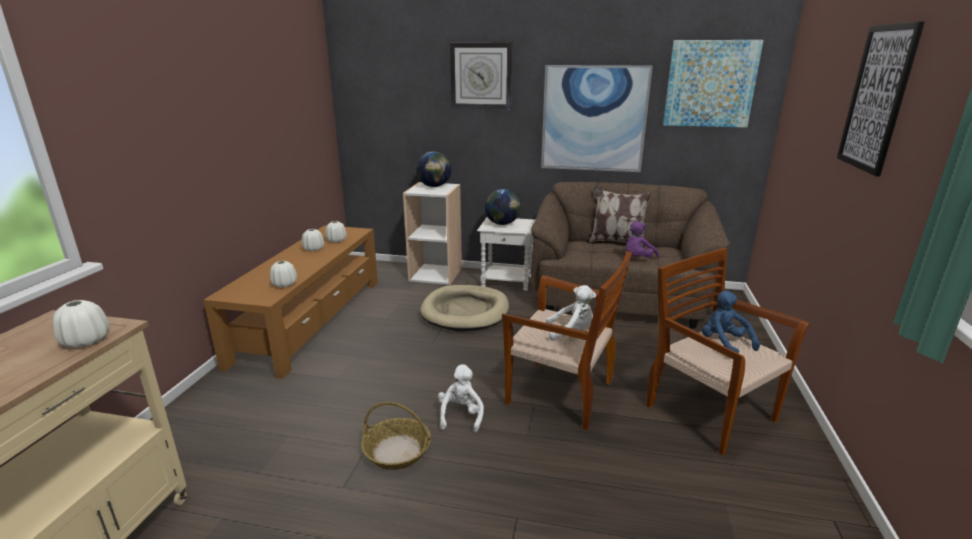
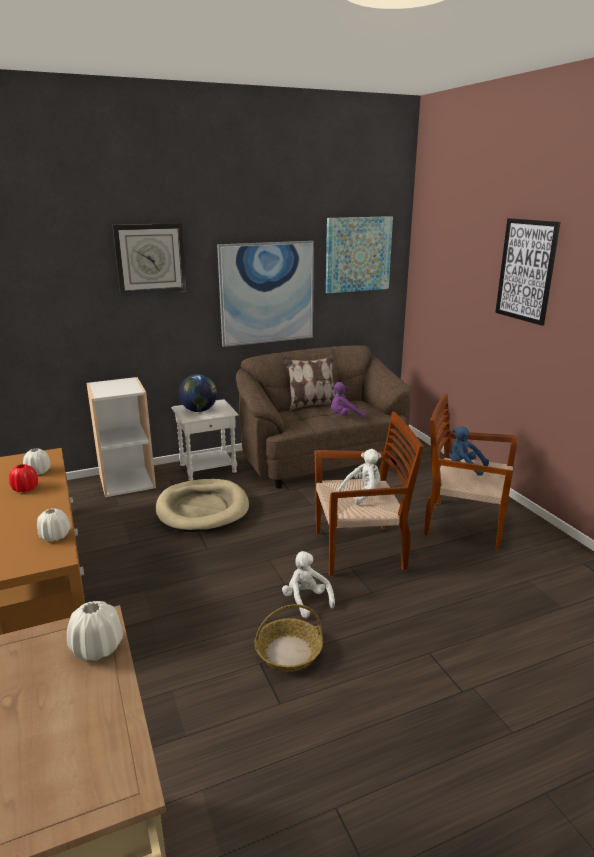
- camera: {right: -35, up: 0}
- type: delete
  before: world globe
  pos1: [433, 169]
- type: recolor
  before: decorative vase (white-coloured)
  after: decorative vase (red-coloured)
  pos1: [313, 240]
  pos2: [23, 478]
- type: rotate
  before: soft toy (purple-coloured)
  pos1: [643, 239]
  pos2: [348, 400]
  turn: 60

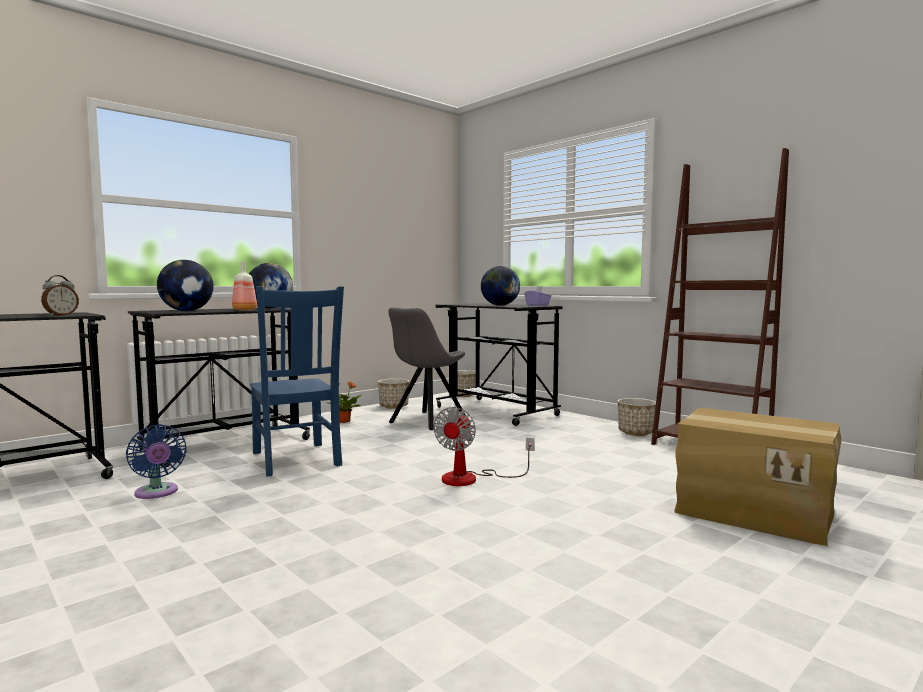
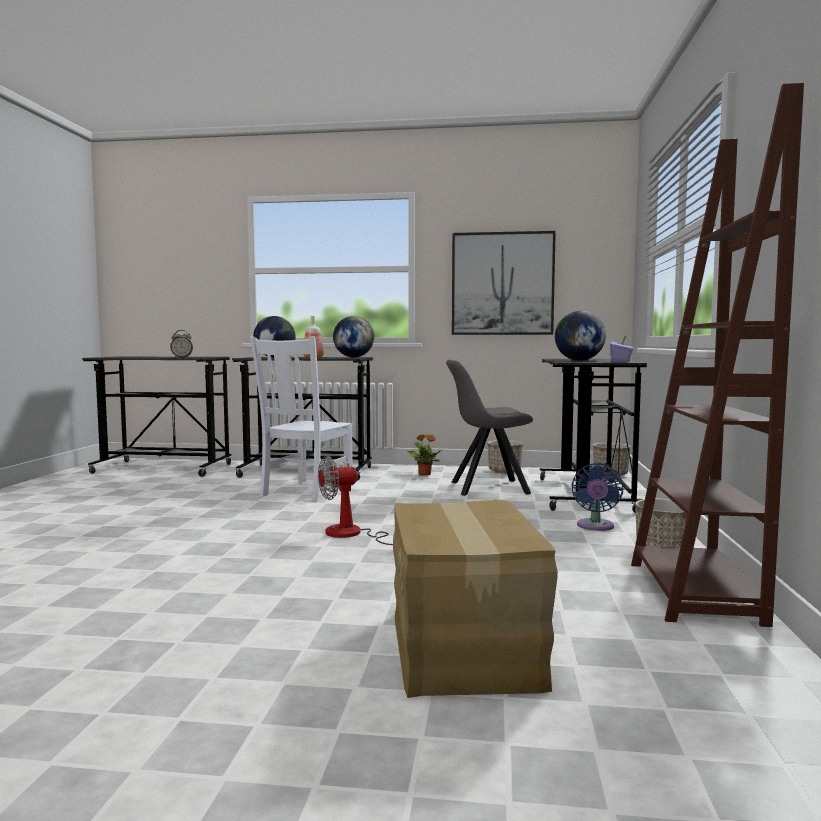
- camera: {right: 50, up: 0}
- type: insert
  after: wall art
  pos2: [504, 283]
- type: move
  before: cooling fan (blue)
  pos1: [156, 461]
  pos2: [597, 497]
- type: recolor
  before: upright chair (blue)
  after: upright chair (white-coloured)
  pos1: [297, 381]
  pos2: [301, 419]

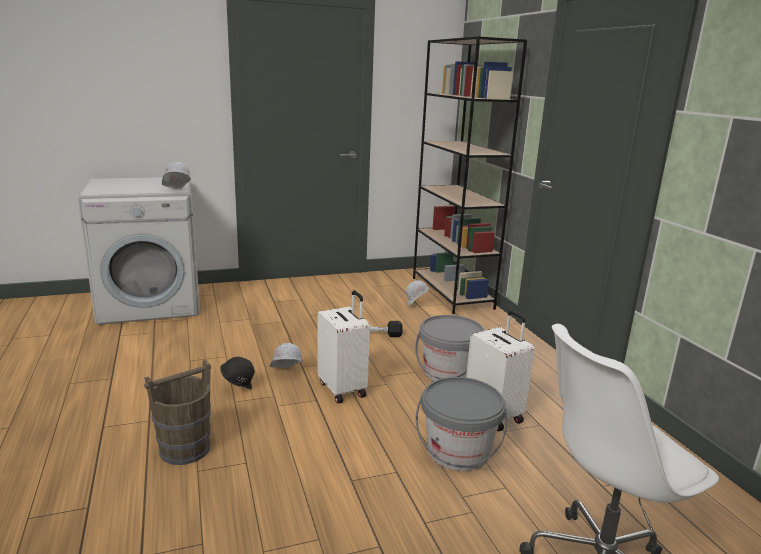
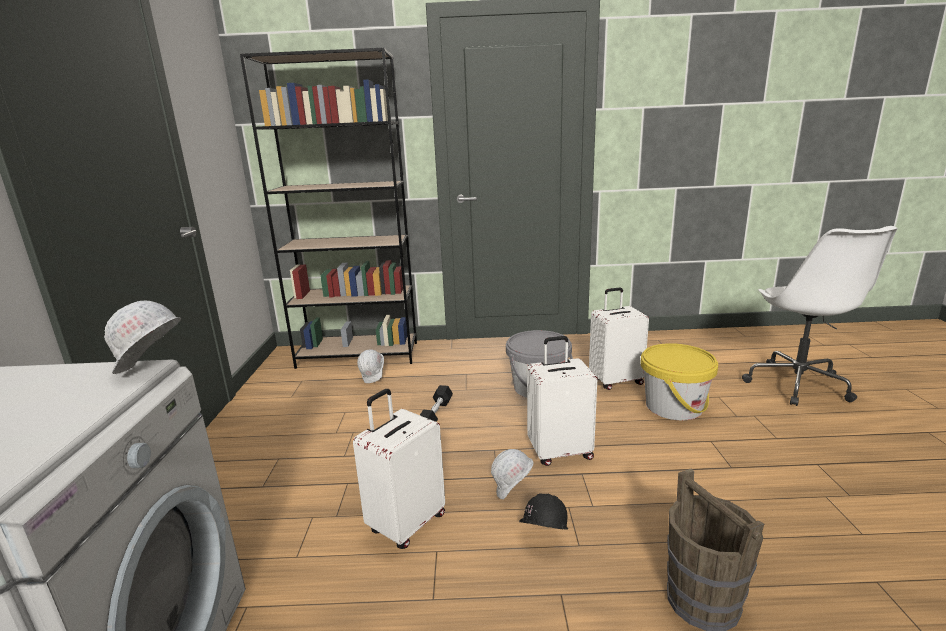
- camera: {right: -70, up: 0}
- type: insert
  after: suitcase (white-coloured)
  pos2: [399, 469]
- type: recolor
  before: pail (grey)
  after: pail (yellow-coloured)
  pos1: [461, 424]
  pos2: [679, 381]

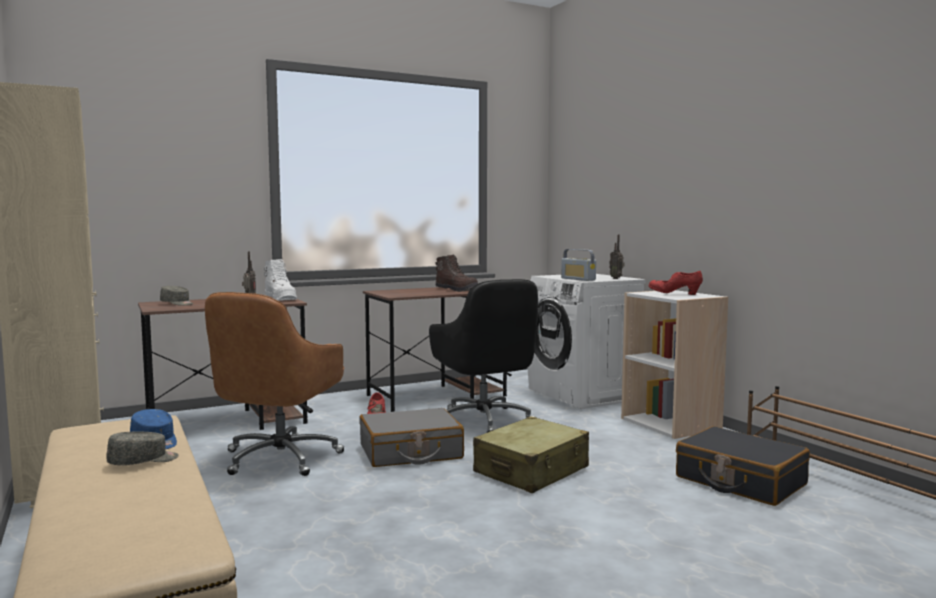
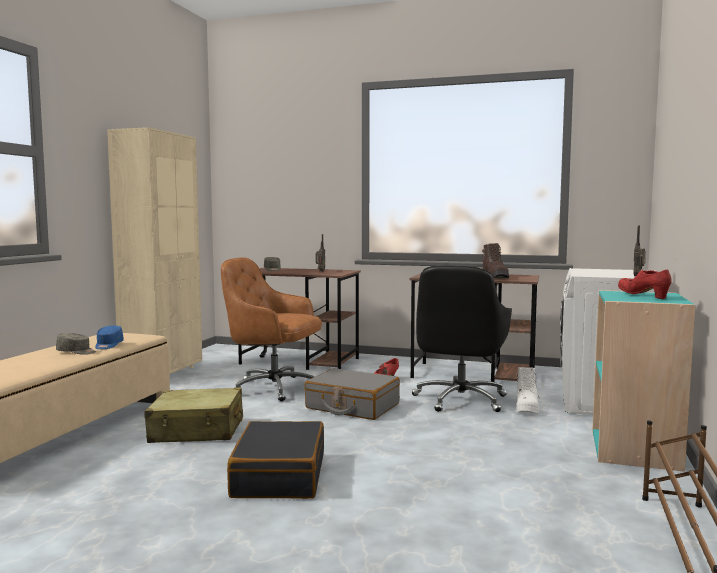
- camera: {right: 45, up: 0}
- type: delete
  before: radio receiver
  pos1: [578, 265]
- type: move
  before: tall boot (white-coloured)
  pos1: [280, 280]
  pos2: [527, 390]
- type: move
  before: suitcase (sand-coloured)
  pos1: [531, 454]
  pos2: [193, 415]
- type: move
  before: suitcase (black-coloured)
  pos1: [743, 466]
  pos2: [275, 460]
- type: recolor
  before: shelving unit (white-coloured)
  after: shelving unit (turquoise-coloured)
  pos1: [674, 364]
  pos2: [644, 381]
- type: rotate
  before: desk chair (brown-coloured)
  pos1: [274, 384]
  pos2: [271, 329]
  turn: 45

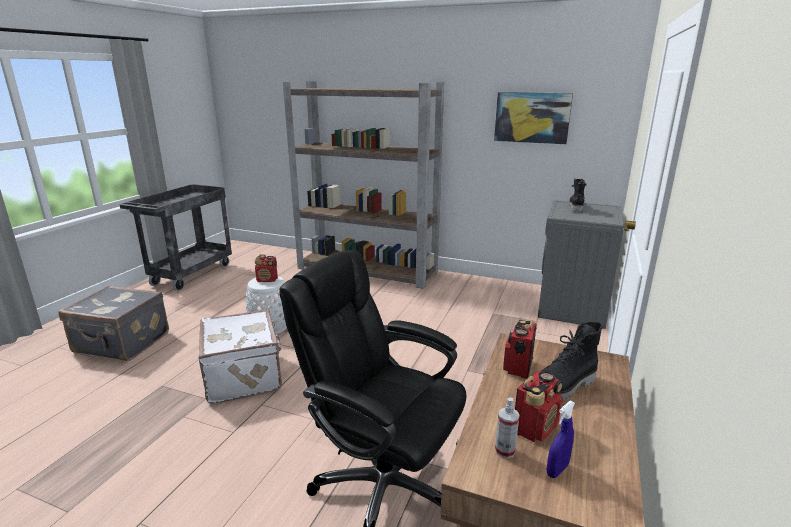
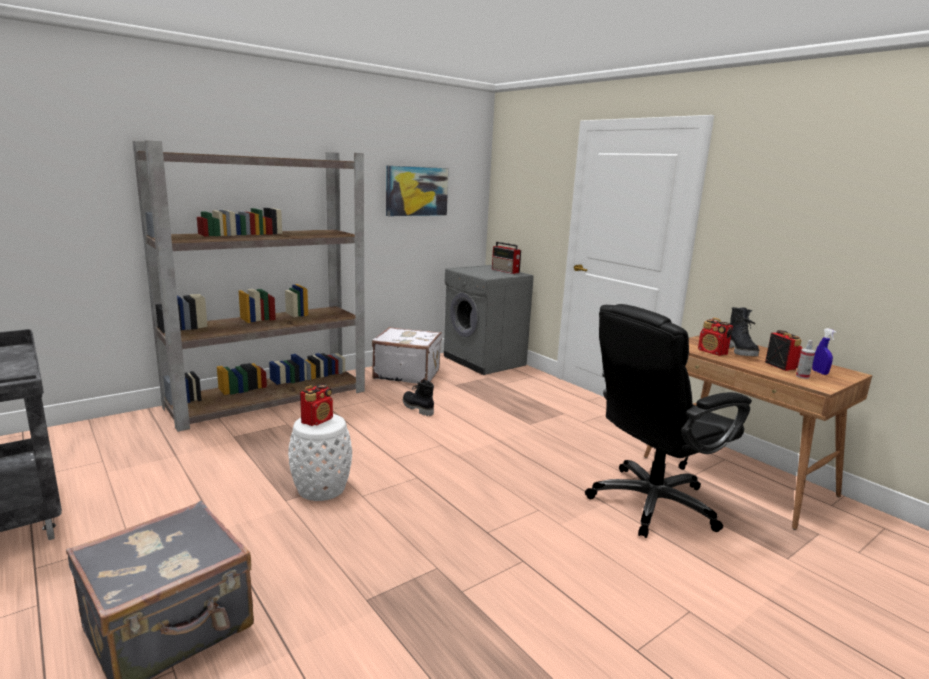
- camera: {right: -60, up: -5}
- type: insert
  after: radio receiver
  pos2: [506, 258]
- type: move
  before: suitcase (white-coloured)
  pos1: [240, 356]
  pos2: [407, 355]
- type: move
  before: tall boot (black-coloured)
  pos1: [578, 195]
  pos2: [418, 397]

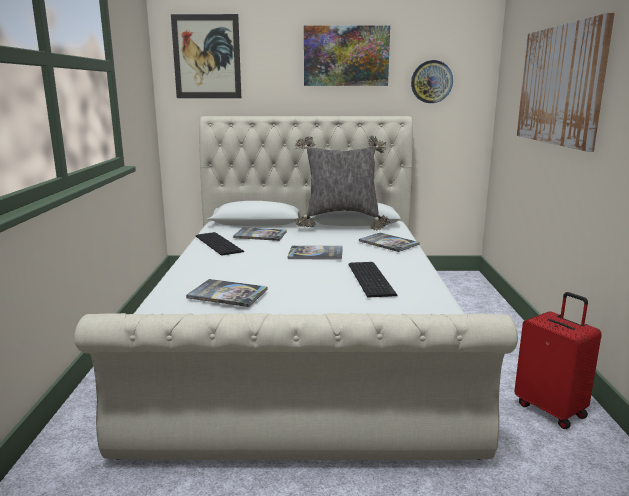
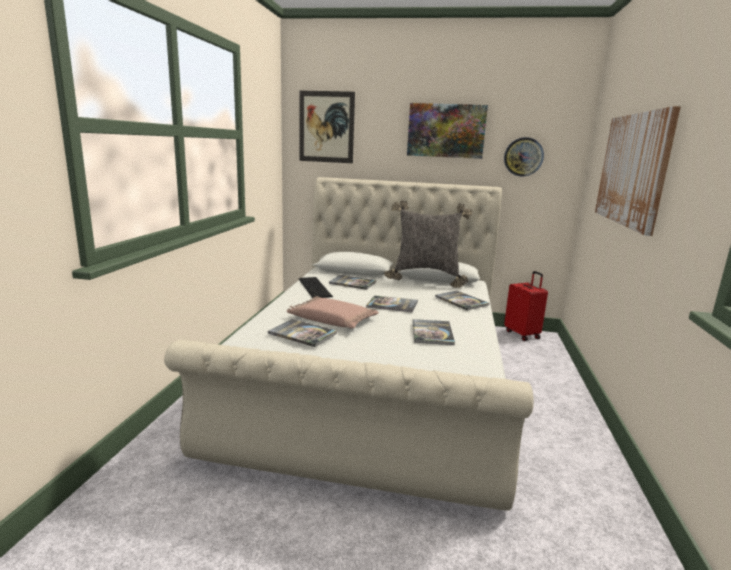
- camera: {right: 10, up: 0}
- type: insert
  after: pillow (sand-coloured)
  pos2: [333, 312]
- type: move
  before: suitcase (red-coloured)
  pos1: [558, 360]
  pos2: [526, 306]
- type: replace
  before: PC keyboard
  after: book
  pos1: [373, 280]
  pos2: [433, 332]

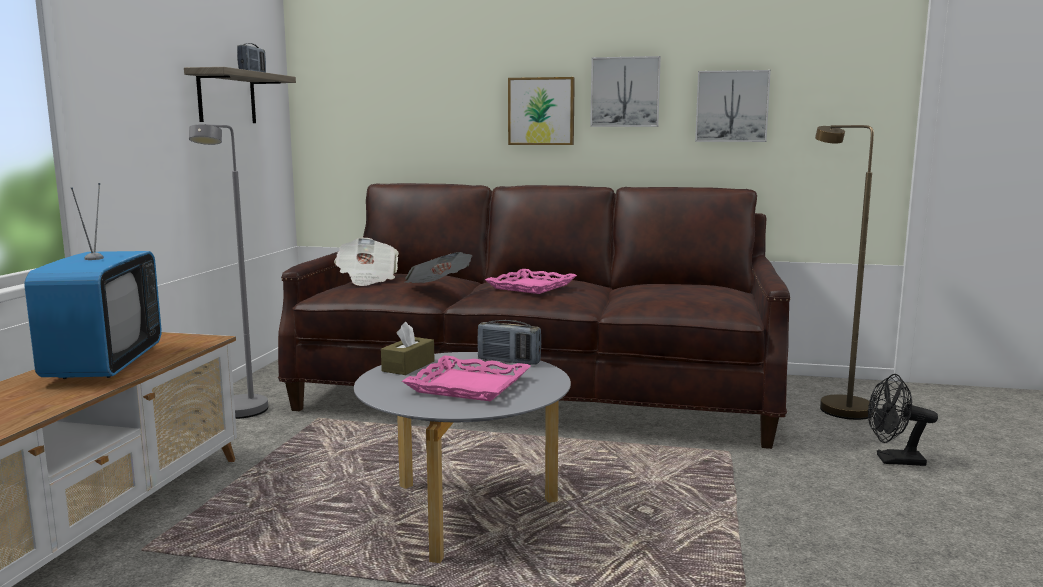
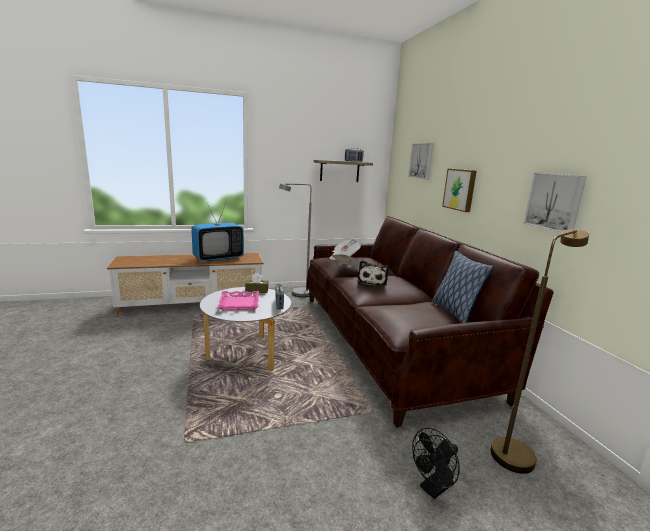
- camera: {right: 60, up: 5}
- type: insert
  after: pillow
  pos2: [463, 287]
- type: move
  before: wall art
  pos1: [625, 91]
  pos2: [420, 161]
- type: replace
  before: serving tray (pinkish)
  after: soft toy
  pos1: [531, 281]
  pos2: [373, 273]
- type: rotate
  before: cooling fan (black-coloured)
  pos1: [903, 420]
  pos2: [436, 463]
  turn: -105

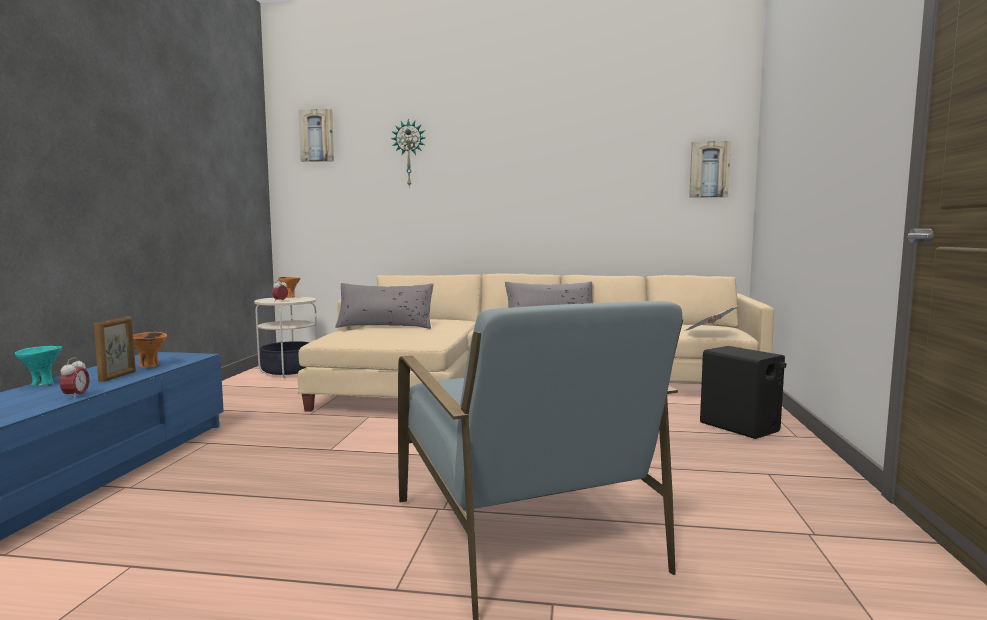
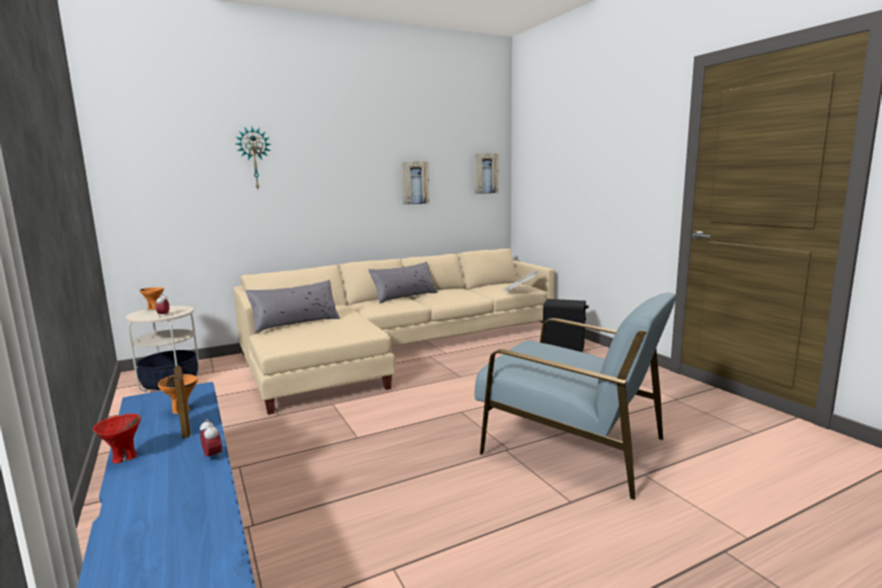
- camera: {right: -35, up: 5}
- type: move
  before: wall art
  pos1: [316, 135]
  pos2: [415, 183]
- type: recolor
  before: bowl (turquoise-coloured)
  after: bowl (red-coloured)
  pos1: [38, 366]
  pos2: [117, 438]

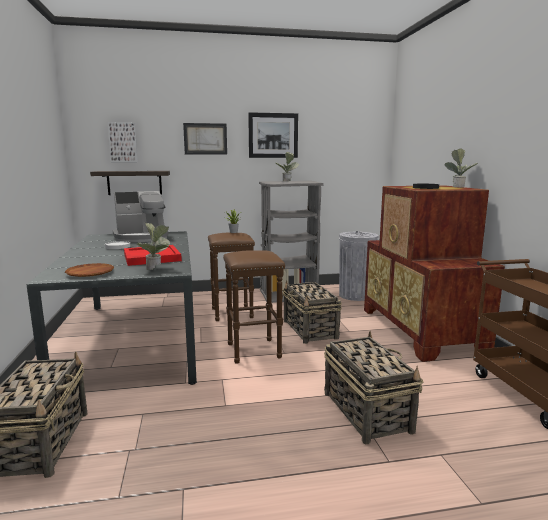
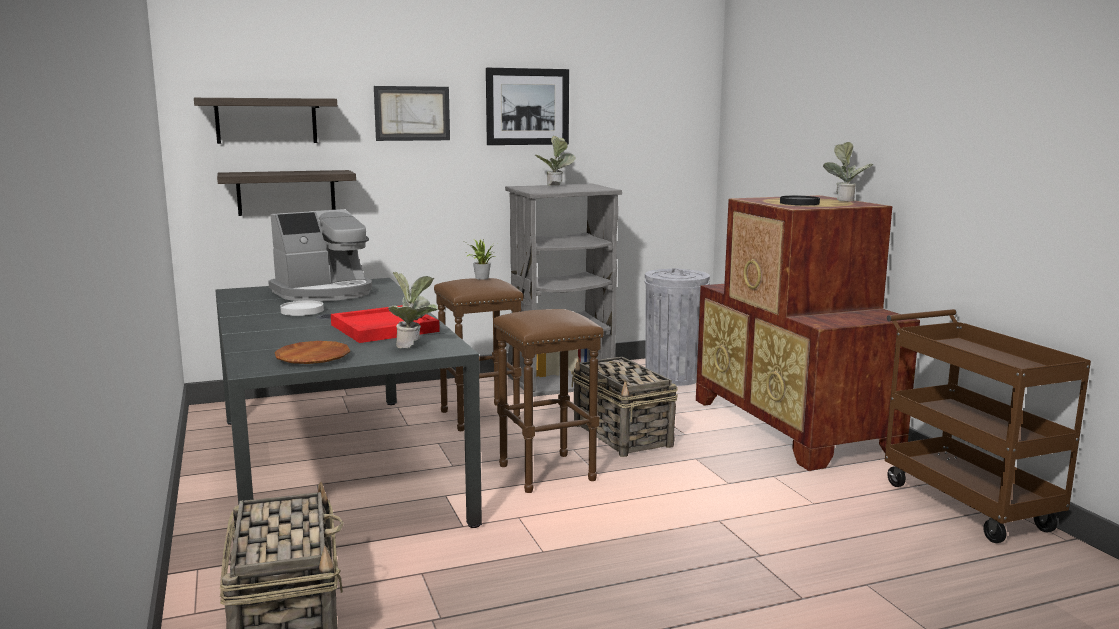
- camera: {right: -10, up: 0}
- type: delete
  before: basket
  pos1: [374, 387]
- type: replace
  before: wall art
  after: shelf
  pos1: [123, 142]
  pos2: [265, 121]

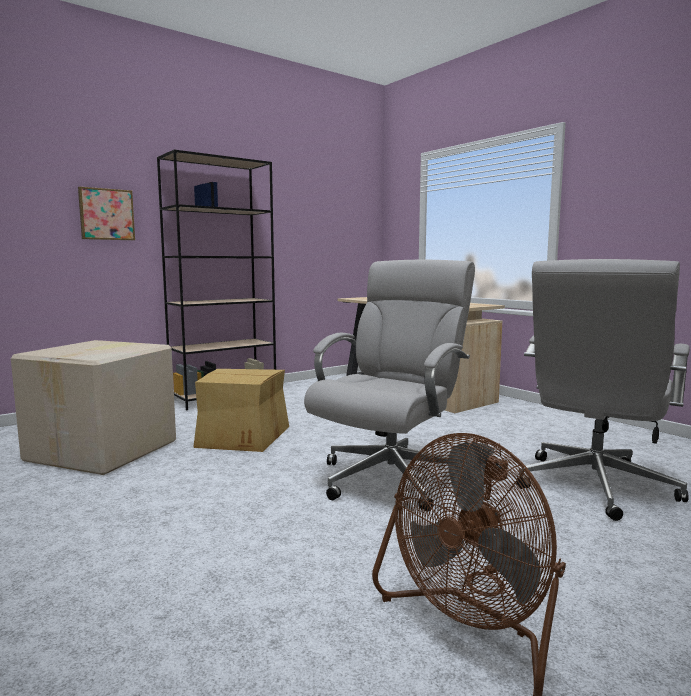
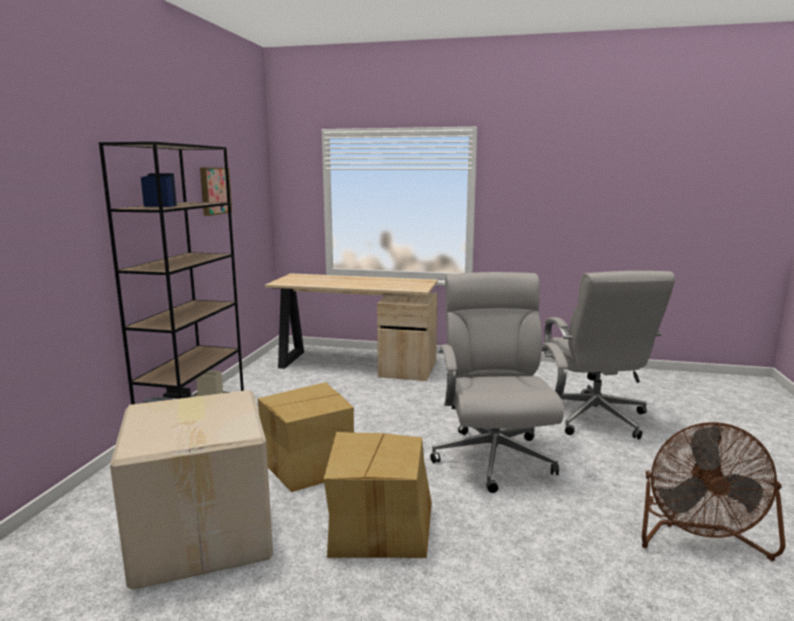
- camera: {right: -40, up: 5}
- type: insert
  after: cardboard box
  pos2: [378, 495]
- type: move
  before: wall art
  pos1: [106, 213]
  pos2: [216, 192]

